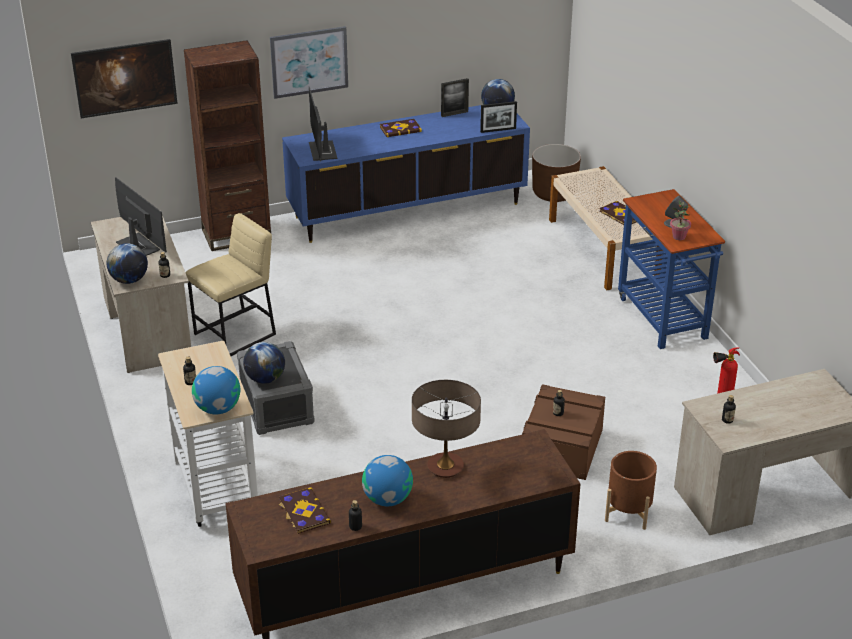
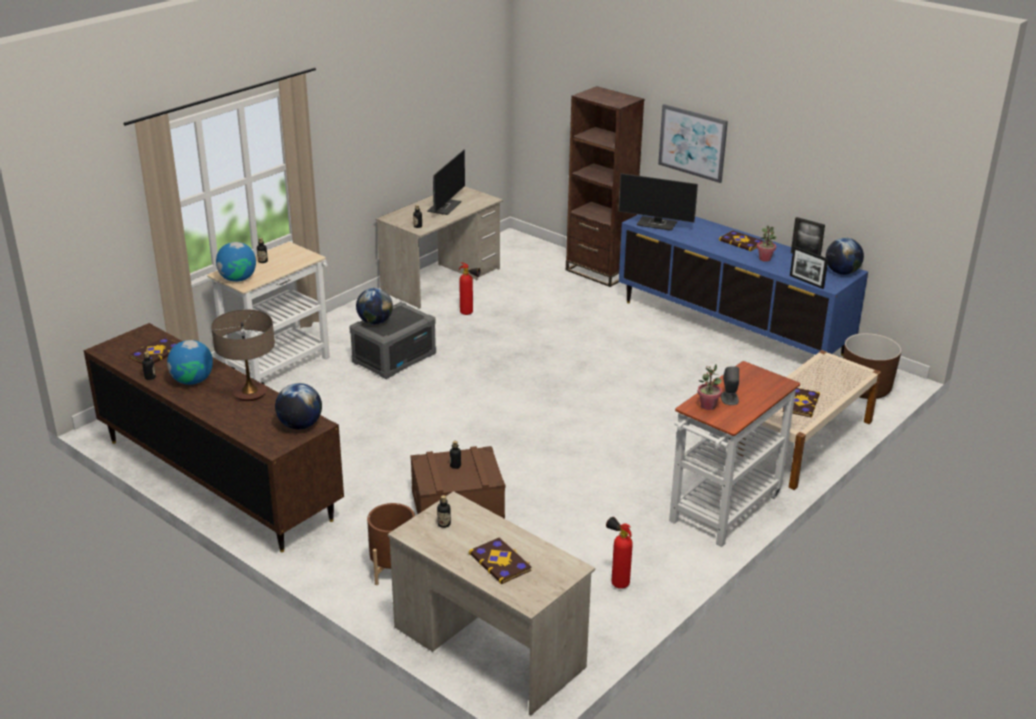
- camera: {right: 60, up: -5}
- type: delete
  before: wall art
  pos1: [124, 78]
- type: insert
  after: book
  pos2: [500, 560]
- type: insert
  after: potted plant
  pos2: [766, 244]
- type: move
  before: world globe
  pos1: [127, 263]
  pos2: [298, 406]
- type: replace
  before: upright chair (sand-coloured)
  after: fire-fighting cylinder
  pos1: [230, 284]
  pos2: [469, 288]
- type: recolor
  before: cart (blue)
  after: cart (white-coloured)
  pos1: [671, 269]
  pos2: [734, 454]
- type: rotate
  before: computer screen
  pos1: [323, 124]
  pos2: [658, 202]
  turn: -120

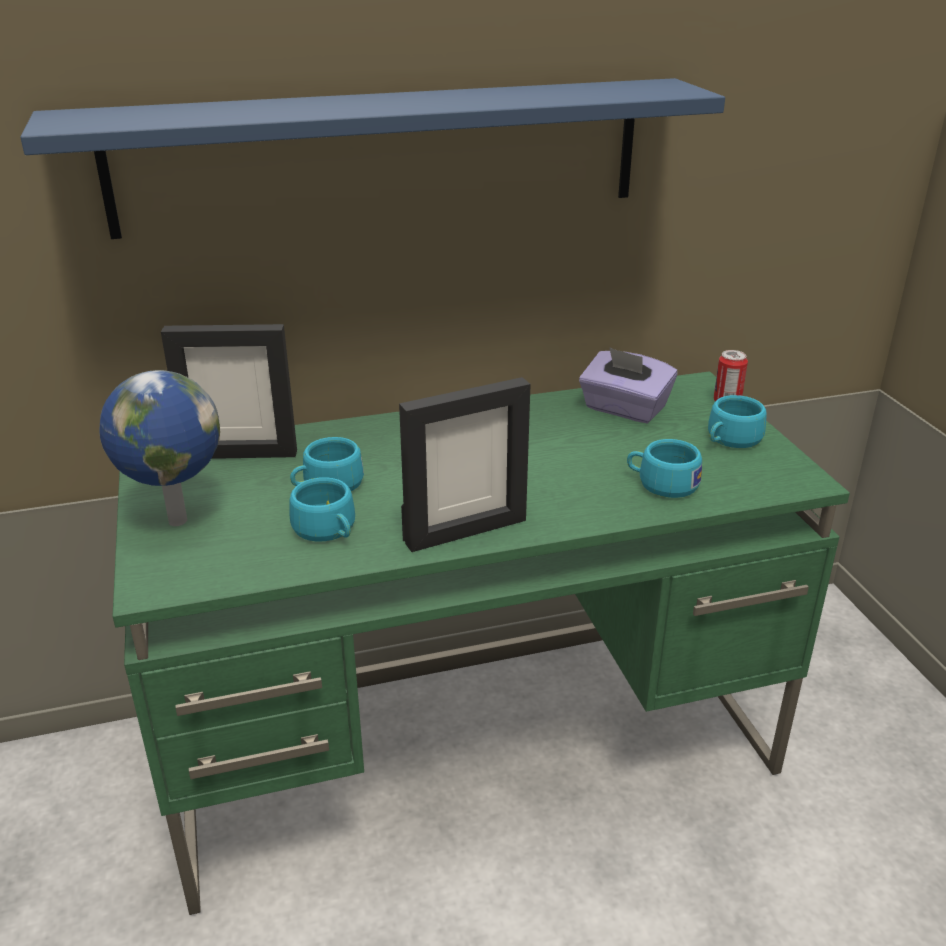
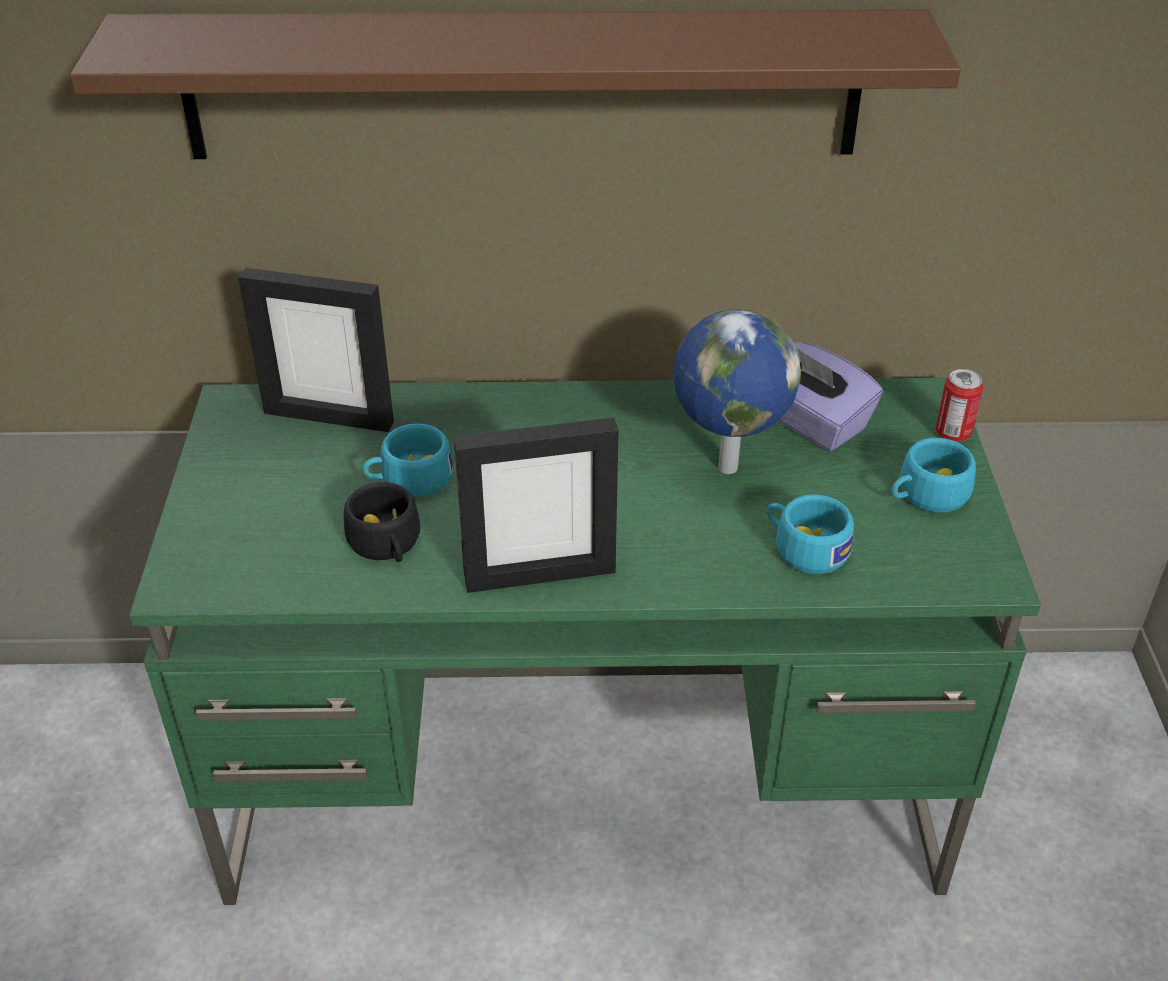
- camera: {right: 15, up: 10}
- type: move
  before: world globe
  pos1: [159, 448]
  pos2: [737, 391]
- type: recolor
  before: shelf (blue)
  after: shelf (brown-coloured)
  pos1: [372, 158]
  pos2: [515, 84]
- type: recolor
  before: small cup (turquoise-coloured)
  after: small cup (black-coloured)
  pos1: [322, 509]
  pos2: [382, 522]

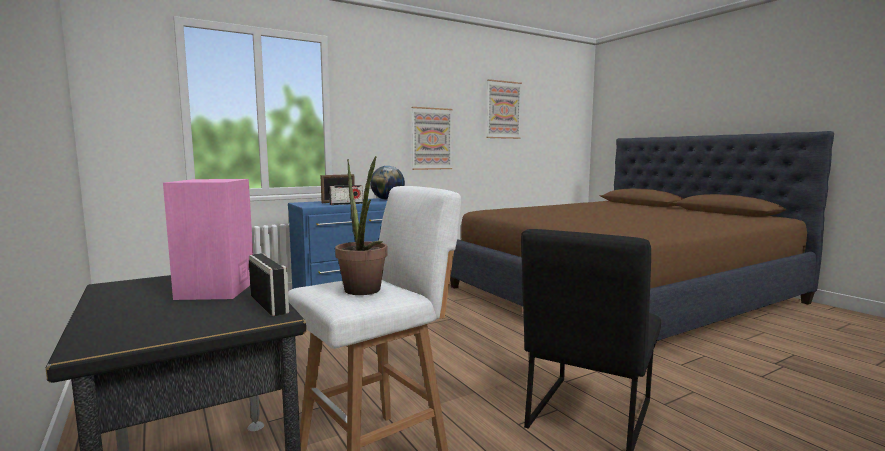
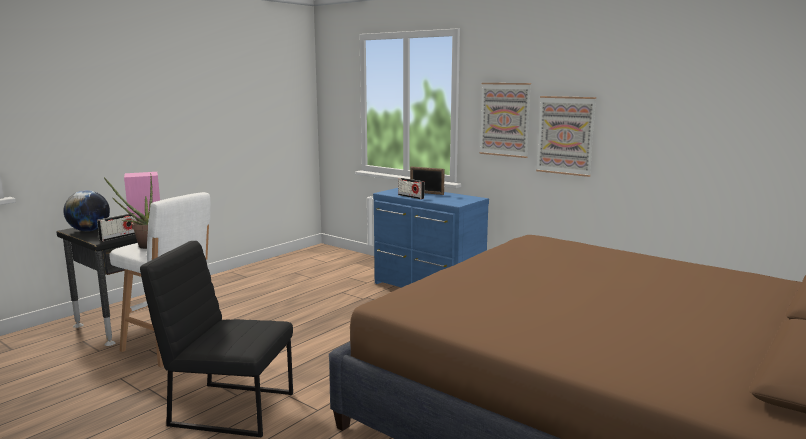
- camera: {right: 70, up: 5}
- type: move
  before: world globe
  pos1: [387, 183]
  pos2: [86, 210]
- type: move
  before: wall art
  pos1: [504, 109]
  pos2: [505, 120]

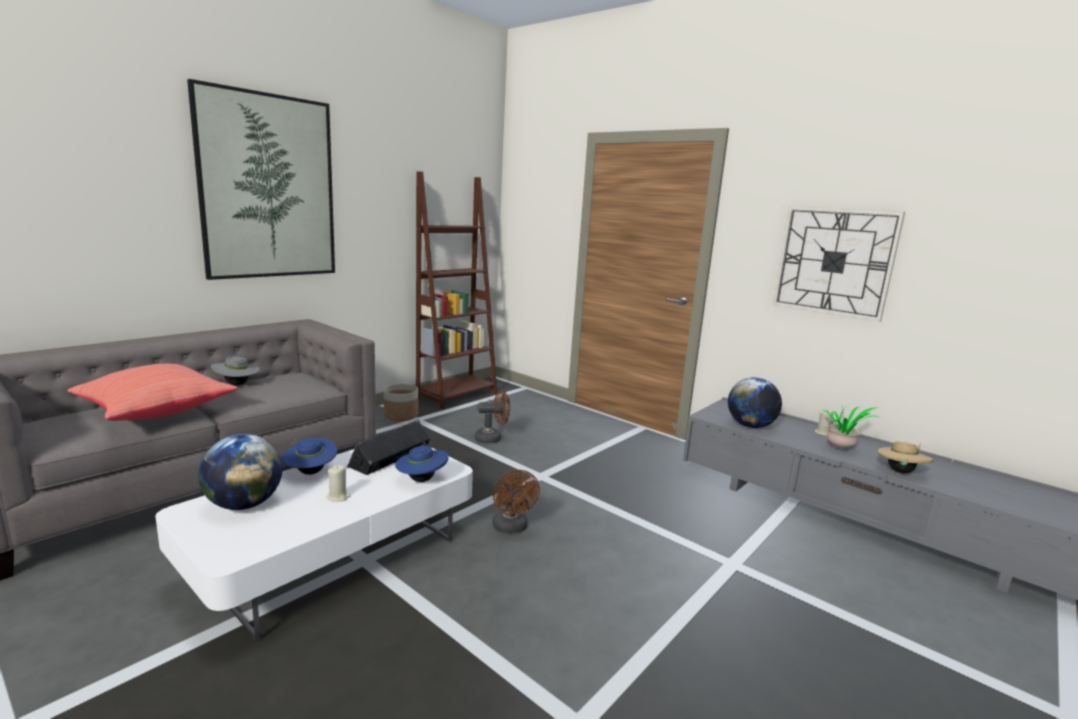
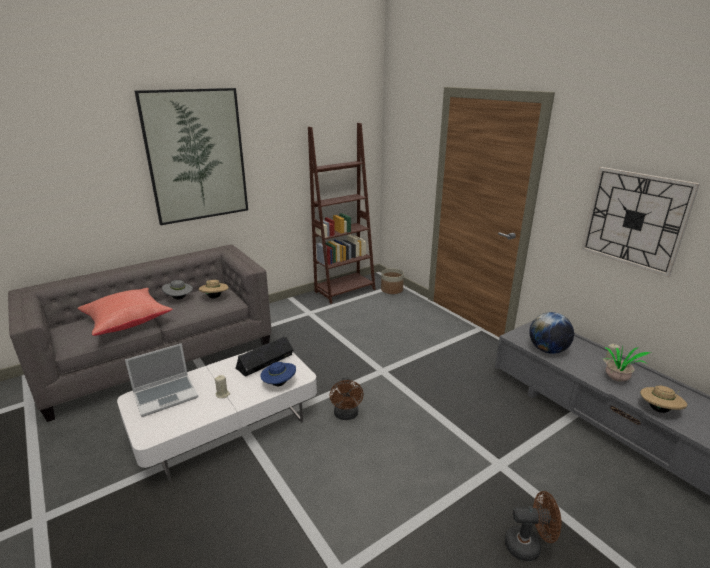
- camera: {right: 15, up: 10}
- type: delete
  before: clothing hat (blue)
  pos1: [309, 456]
- type: insert
  after: clothing hat (sand-coloured)
  pos2: [214, 289]
- type: move
  before: planter
  pos1: [400, 402]
  pos2: [392, 281]
- type: move
  before: cooling fan (brown-coloured)
  pos1: [492, 416]
  pos2: [533, 526]
- type: replace
  before: world globe
  after: laptop
  pos1: [240, 472]
  pos2: [161, 380]

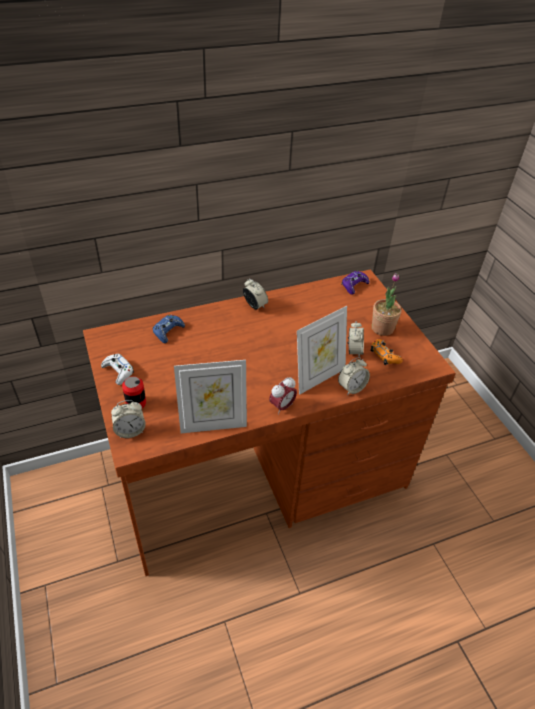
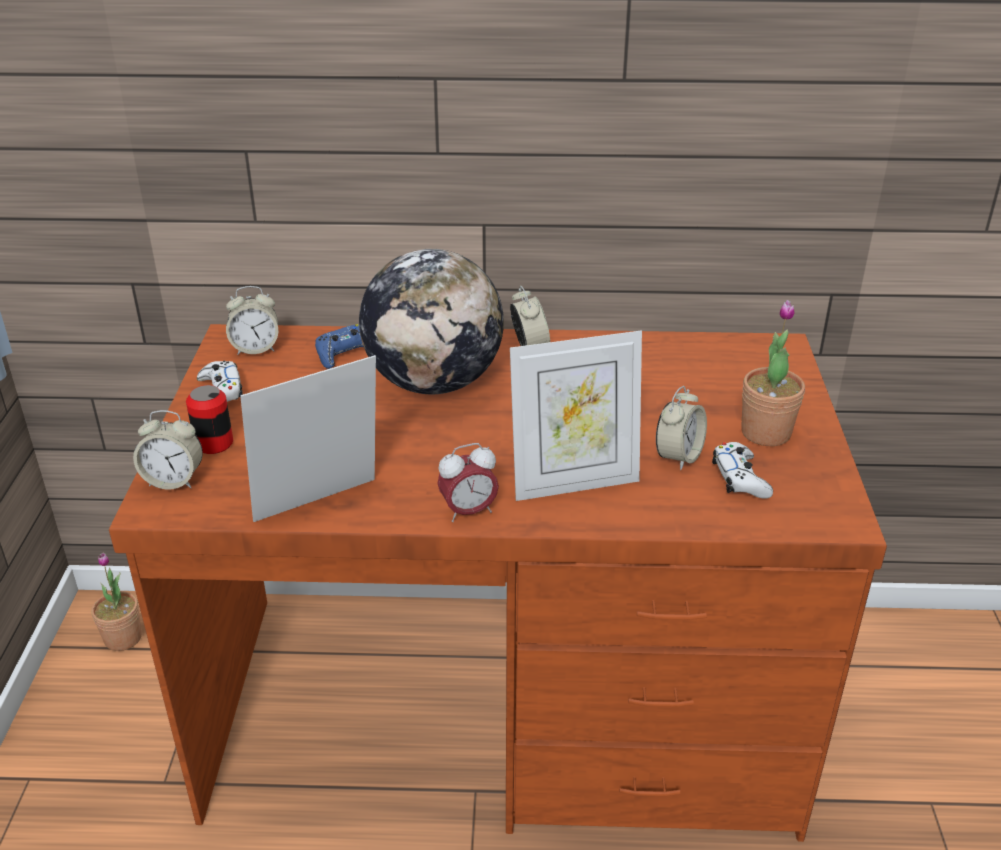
- camera: {right: 25, up: -10}
- type: delete
  before: joypad (purple-coloured)
  pos1: [356, 283]
- type: insert
  after: potted plant
  pos2: [116, 602]
- type: insert
  after: world globe
  pos2: [431, 322]
- type: move
  before: alarm clock
  pos1: [354, 376]
  pos2: [252, 320]
- type: recolor
  before: joypad (orange)
  after: joypad (white-coloured)
  pos1: [387, 352]
  pos2: [742, 470]
- type: rotate
  before: photo frame
  pos1: [210, 396]
  pos2: [308, 438]
  turn: 135

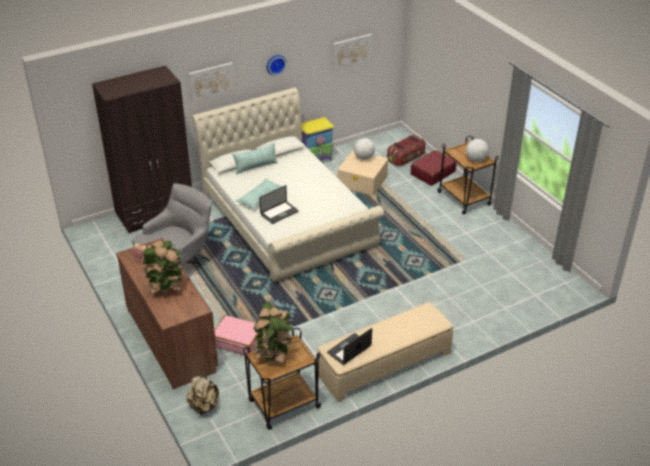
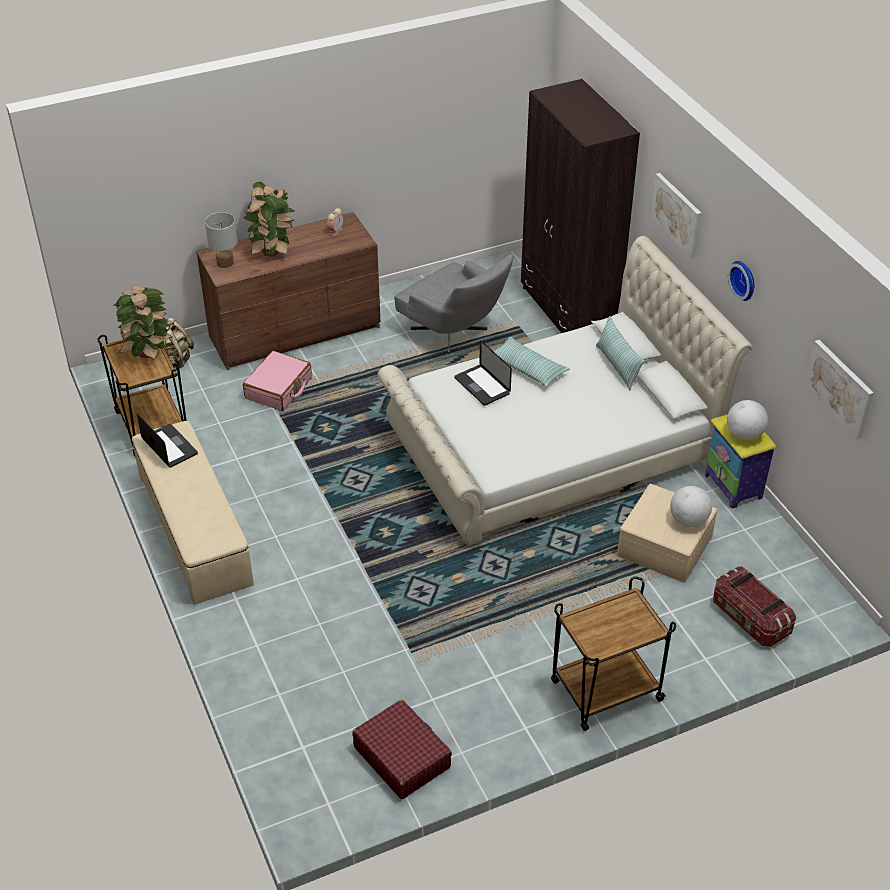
- camera: {right: 95, up: 5}
- type: insert
  after: lamp for a table (grey)
  pos2: [221, 240]
- type: move
  before: suitcase (red-coloured)
  pos1: [433, 168]
  pos2: [402, 749]
- type: move
  before: world globe
  pos1: [477, 150]
  pos2: [747, 420]

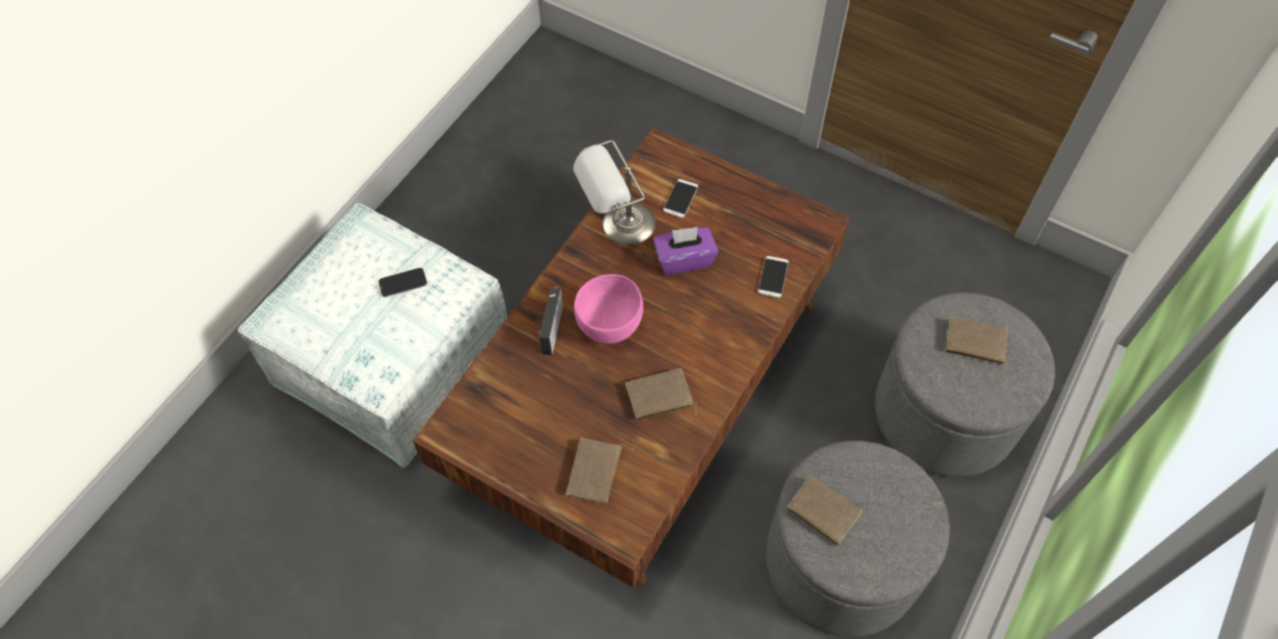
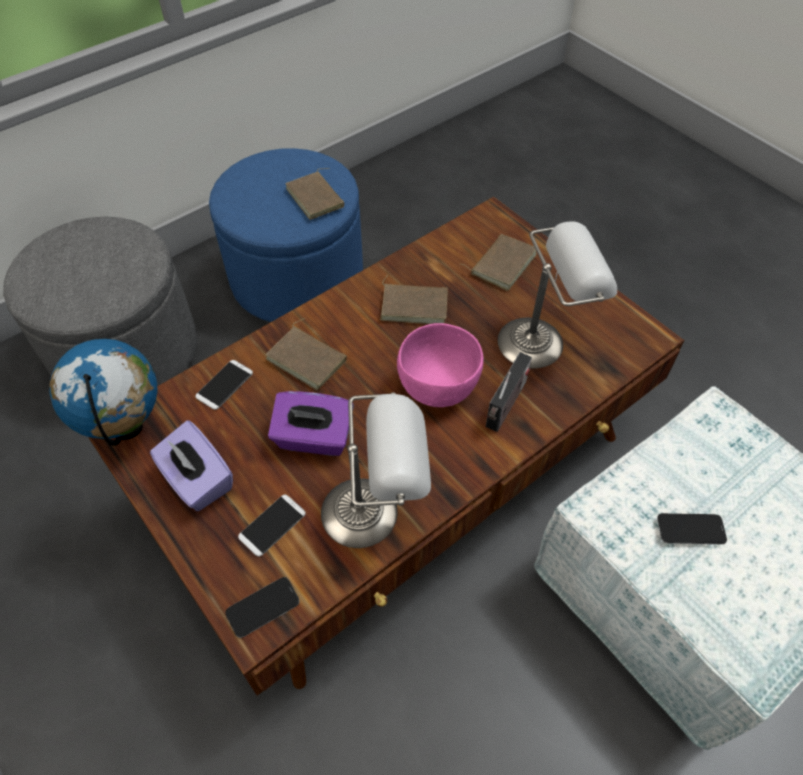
- camera: {right: -160, up: -5}
- type: insert
  after: world globe
  pos2: [103, 392]
- type: insert
  after: box of tissues (purple-coloured)
  pos2: [191, 465]
- type: insert
  after: phone
  pos2: [262, 607]
- type: insert
  after: lamp for a table (white-coloured)
  pos2: [557, 294]
- type: move
  before: book (brown-coloured)
  pos1: [976, 345]
  pos2: [306, 354]
- type: recolor
  before: footrest (grey)
  after: footrest (blue)
  pos1: [858, 539]
  pos2: [286, 235]

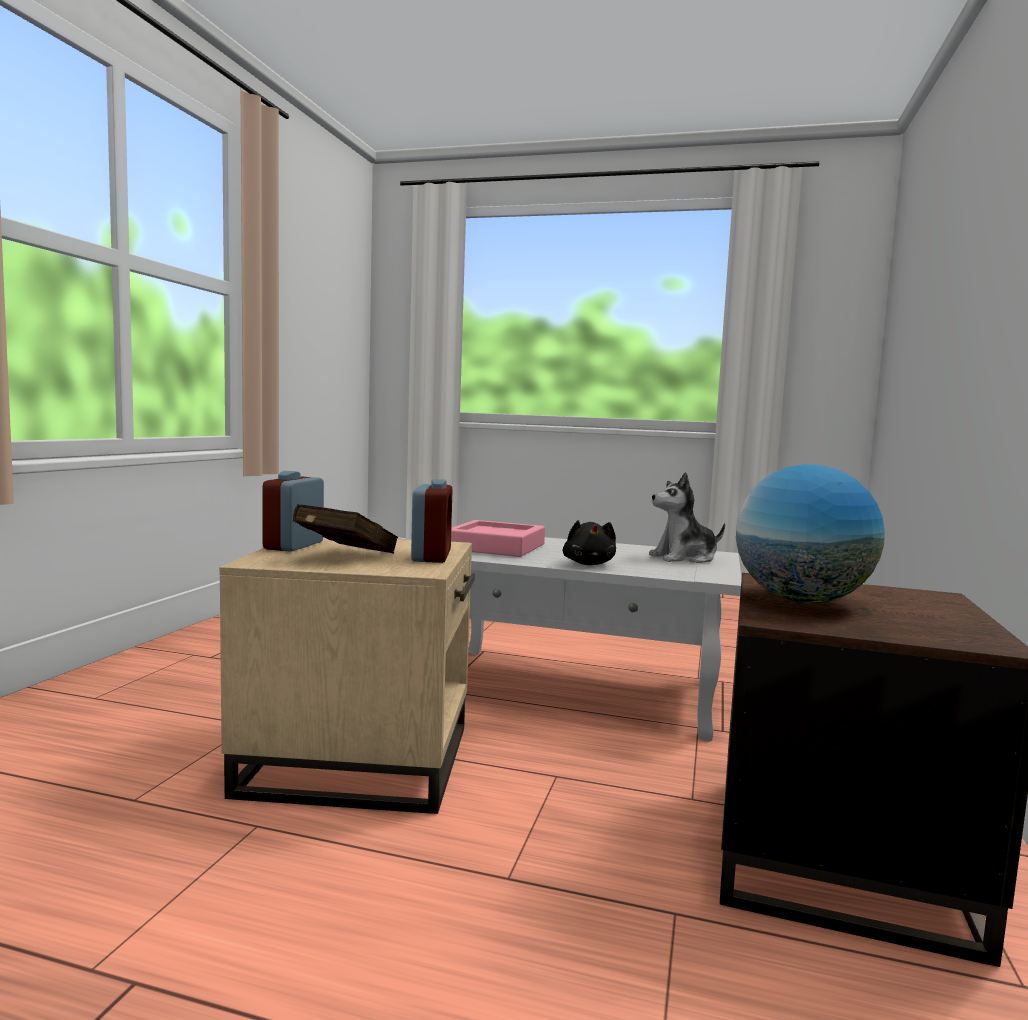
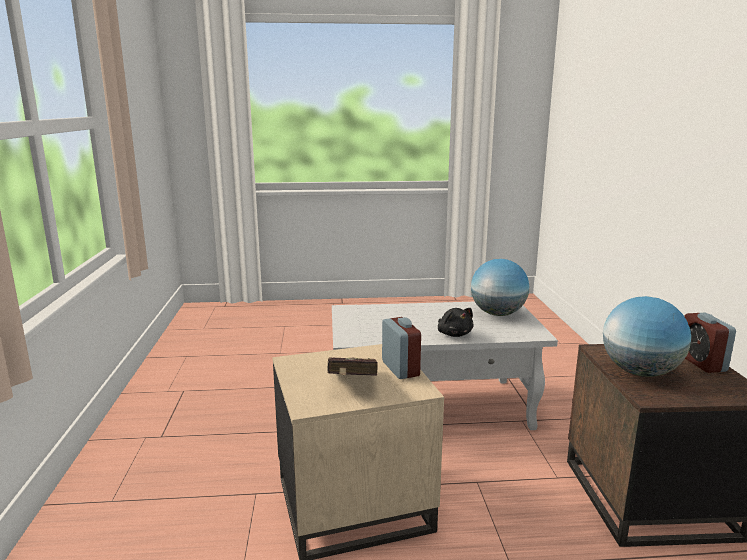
- camera: {right: -20, up: 10}
- type: delete
  before: serving tray (pinkish)
  pos1: [498, 538]
- type: move
  before: alarm clock
  pos1: [293, 511]
  pos2: [710, 343]
- type: replace
  before: soft toy
  after: world globe
  pos1: [687, 517]
  pos2: [500, 287]

